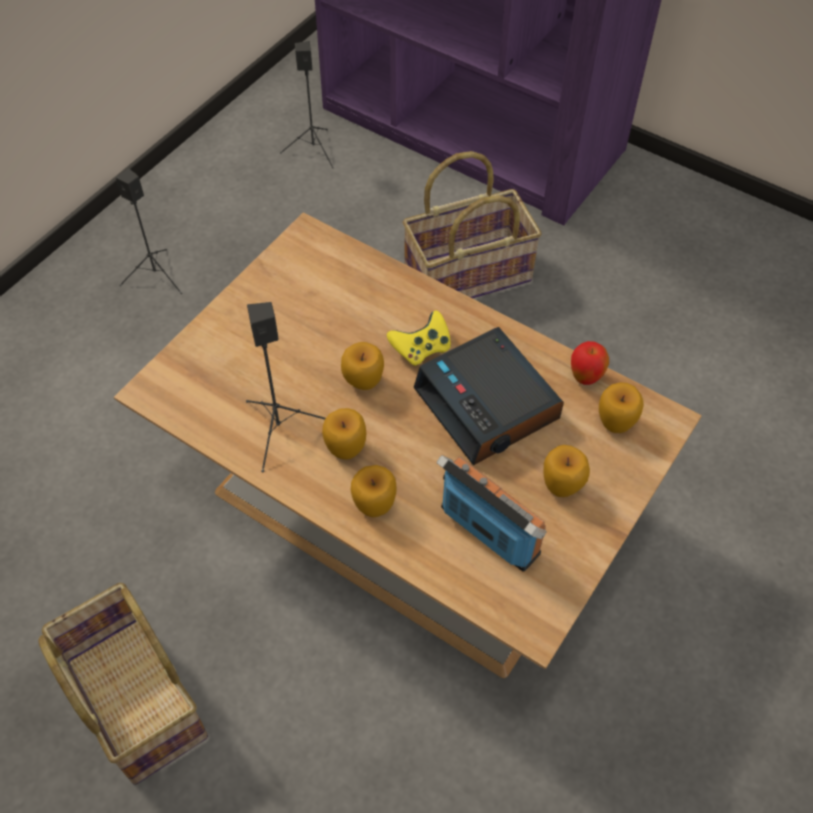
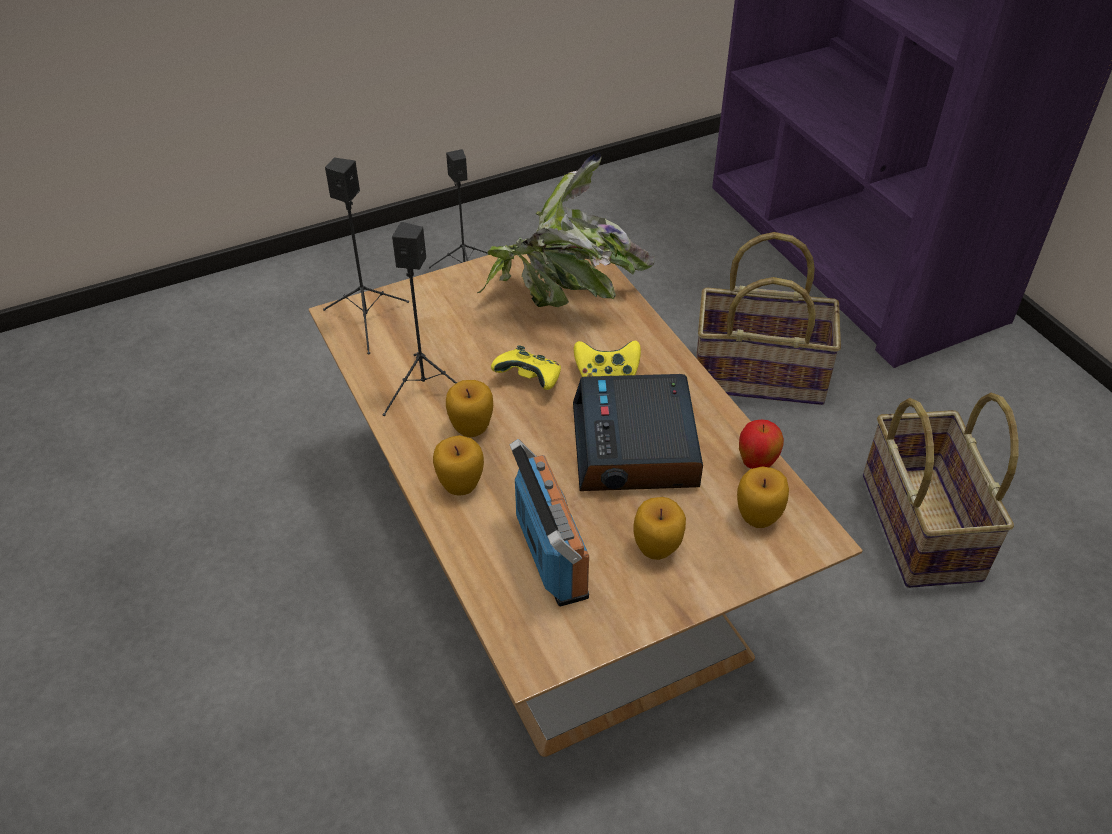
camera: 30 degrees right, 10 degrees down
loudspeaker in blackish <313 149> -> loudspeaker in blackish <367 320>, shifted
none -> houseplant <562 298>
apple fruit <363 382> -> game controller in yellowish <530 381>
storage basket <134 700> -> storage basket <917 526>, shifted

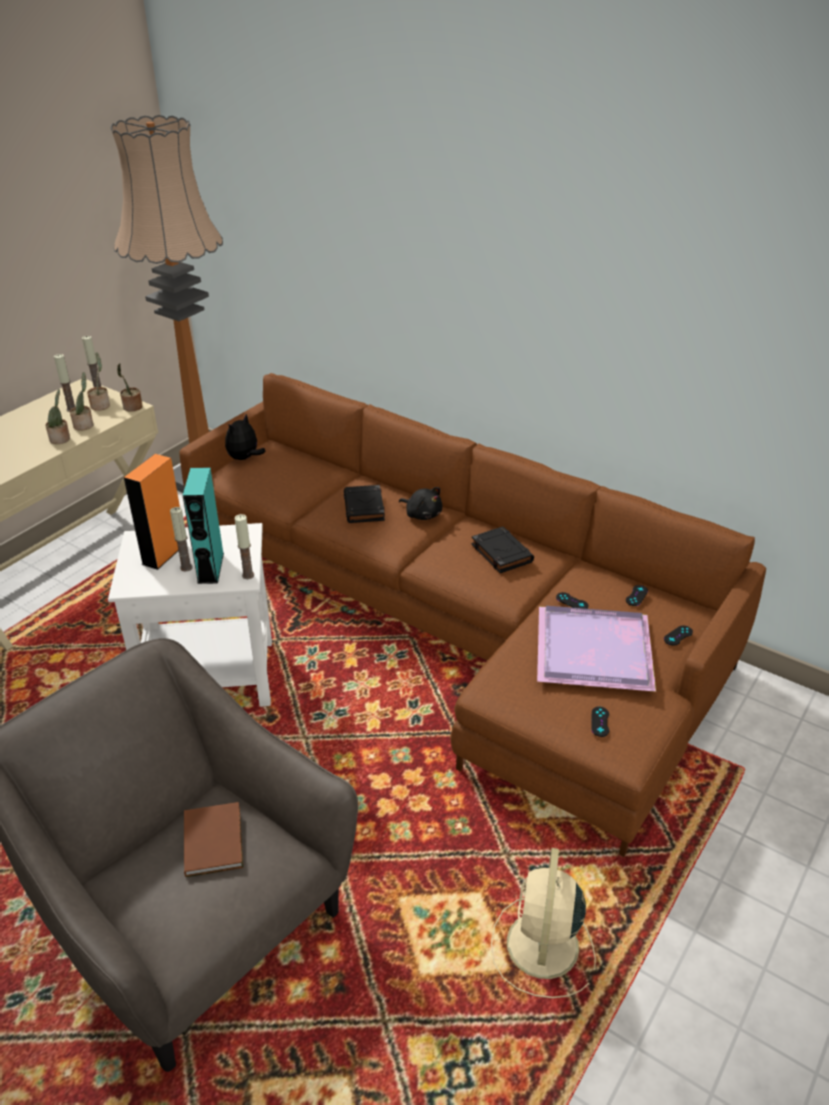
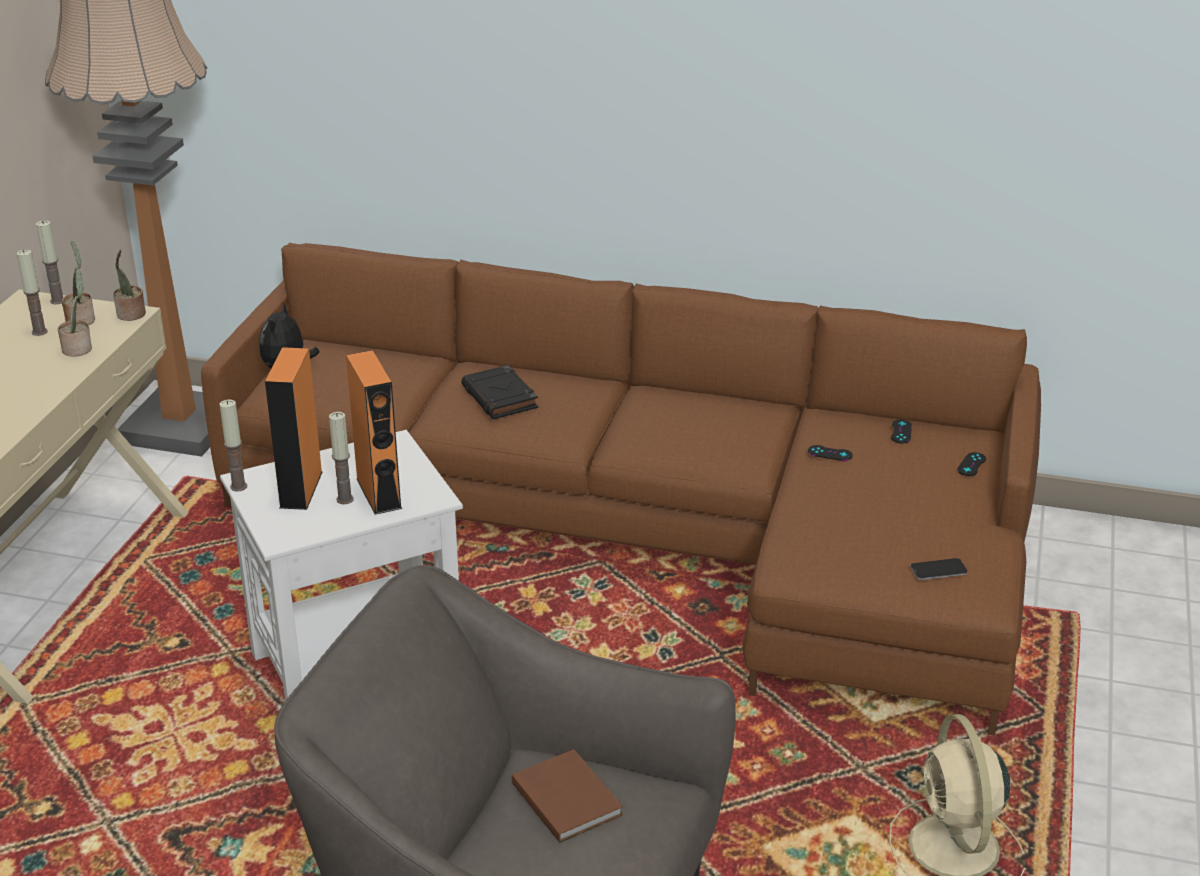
camera: 20 degrees left, 5 degrees down
wax candle <248 575> -> wax candle <238 486>, shifted
loudspeaker in turquoise <210 568> -> loudspeaker in orangey <378 493>
game controller in blackish <600 722> -> phone <938 570>
houseplant <61 439> -> none
plush toy in blackish <422 514> -> none
volume in blackish <501 553> -> none
carrying tray in purple <596 652> -> none

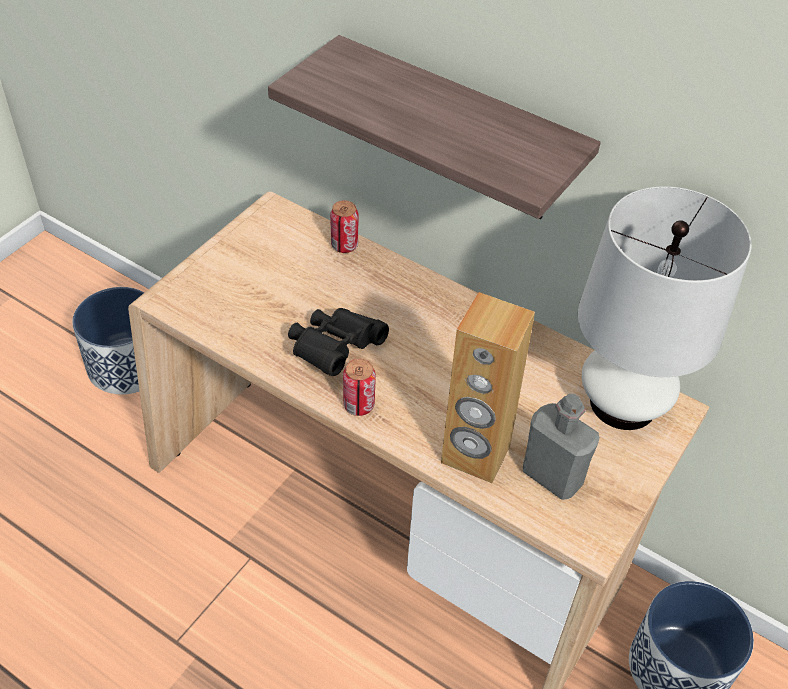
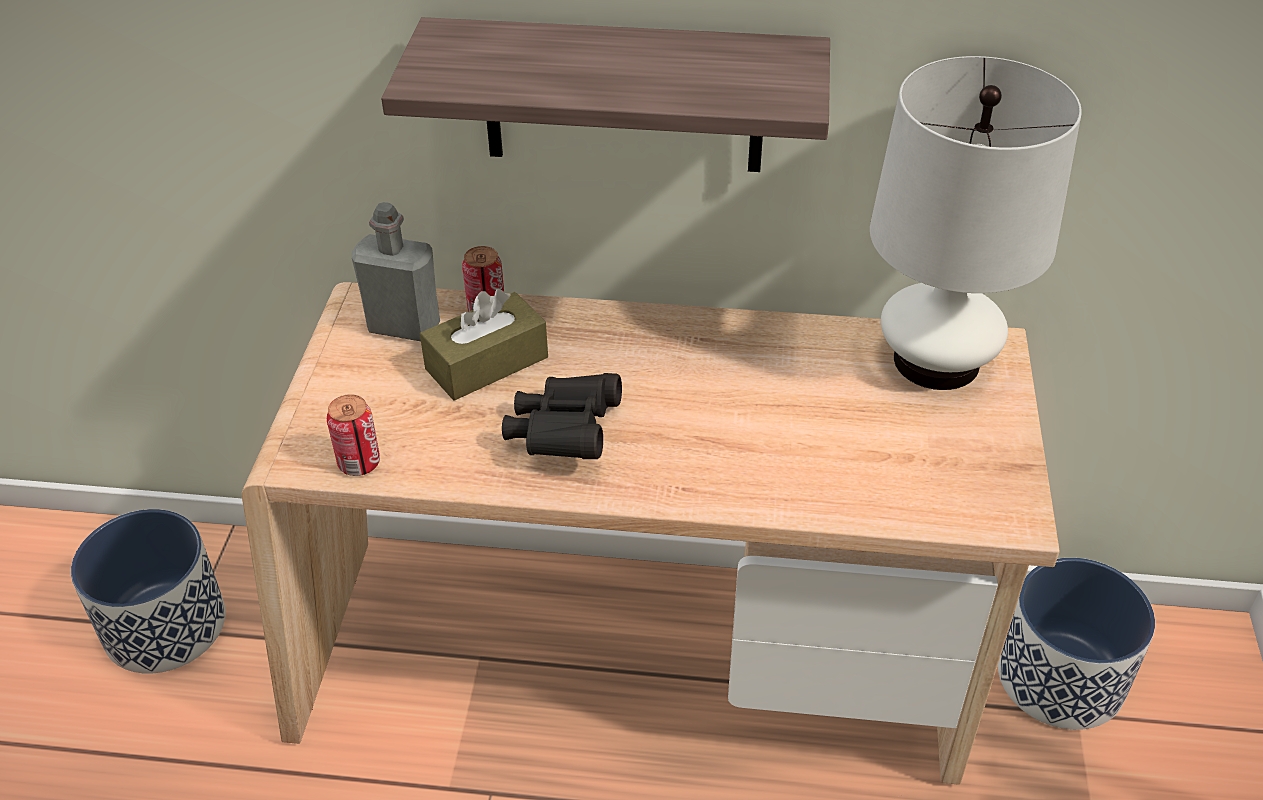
camera: 25 degrees left, 5 degrees down
metal can <359 405> -> metal can <359 463>, shifted
beverage bottle in greyish <552 476> -> beverage bottle in greyish <404 327>, shifted
none -> box of tissues in brown-coloured <487 363>
loudspeaker in brown-coloured <475 455> -> none

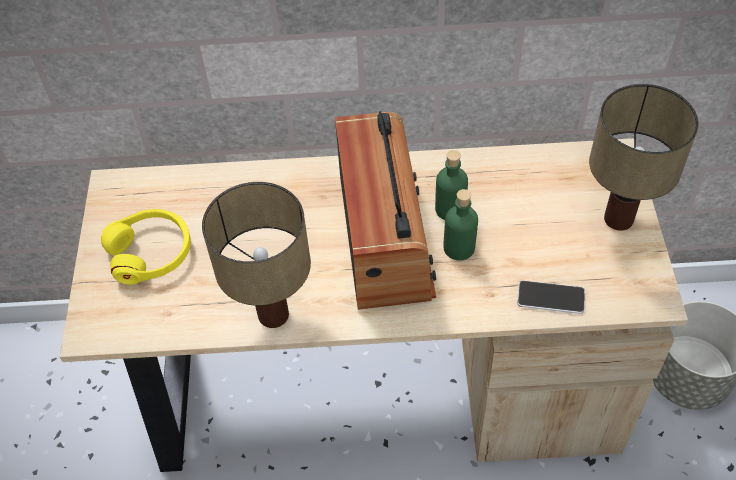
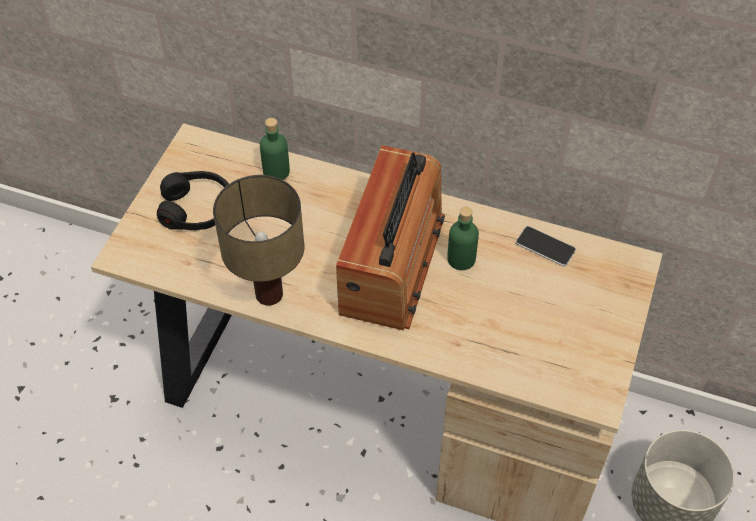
camera: 20 degrees right, 0 degrees up
headset in yellowish <151 253> -> headset in blackish <197 208>
beverage bottle in green-coloured <459 248> -> beverage bottle in green-coloured <276 171>, shifted
phone <550 298> -> phone <545 247>, shifted
table lamp <620 219> -> none

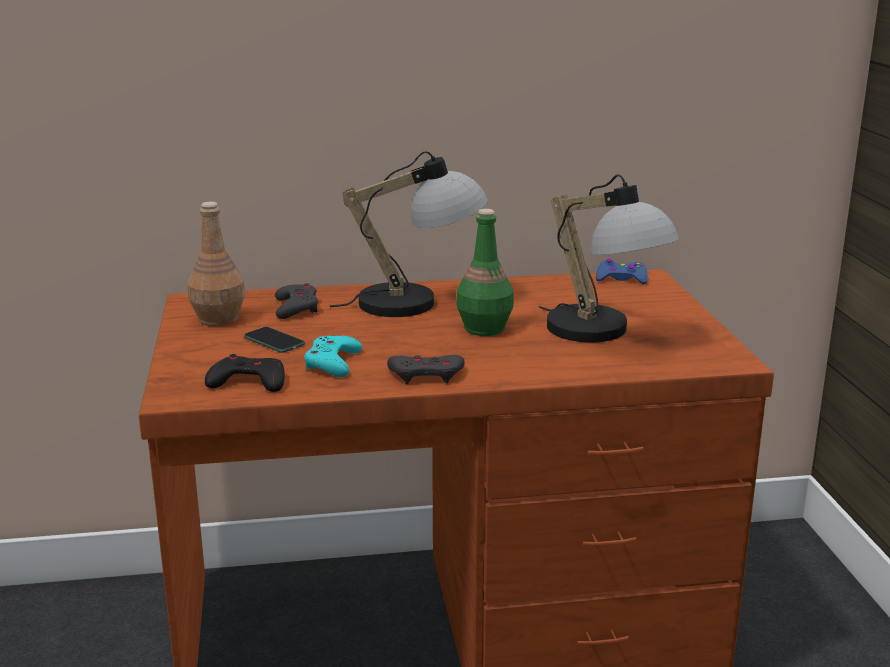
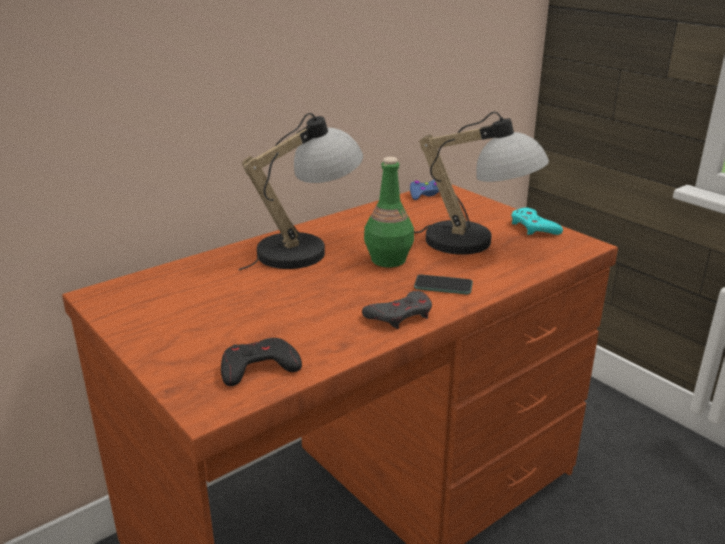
camera: 30 degrees left, 5 degrees up
phone <274 341> -> phone <443 286>, shifted
game controller in turquoise <332 363> -> game controller in turquoise <533 227>, shifted
beverage bottle in brown-coloured <218 319> -> none
game controller in greyish <296 307> -> none

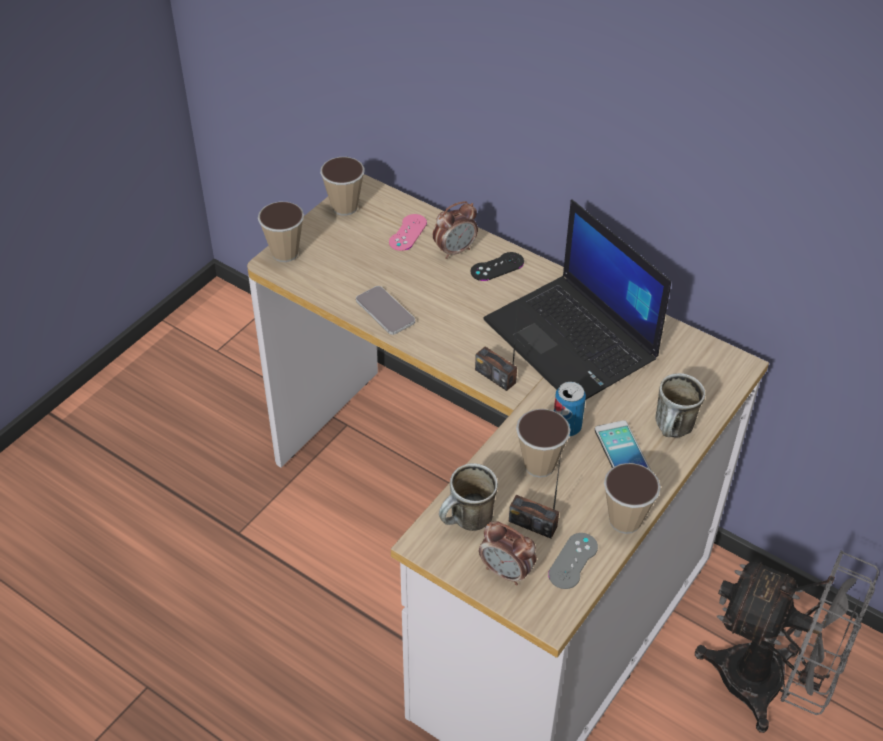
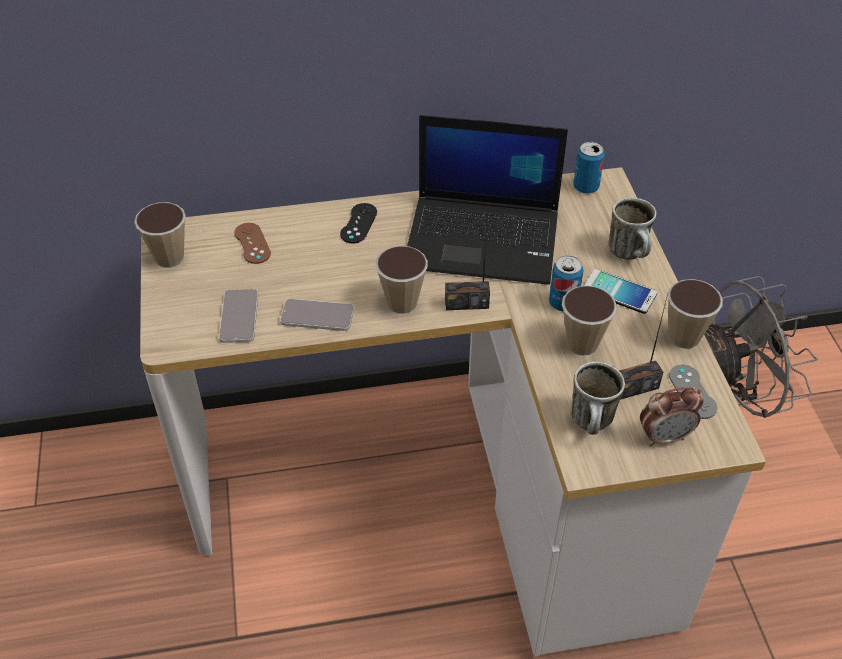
camera: 45 degrees left, 0 degrees up
none -> phone <239 316>
game controller in pinkish <408 232> -> game controller in brown-coloured <252 243>
small cup <285 253> -> small cup <402 303>, shifted
none -> metal can <585 187>
table clock <455 250> -> none

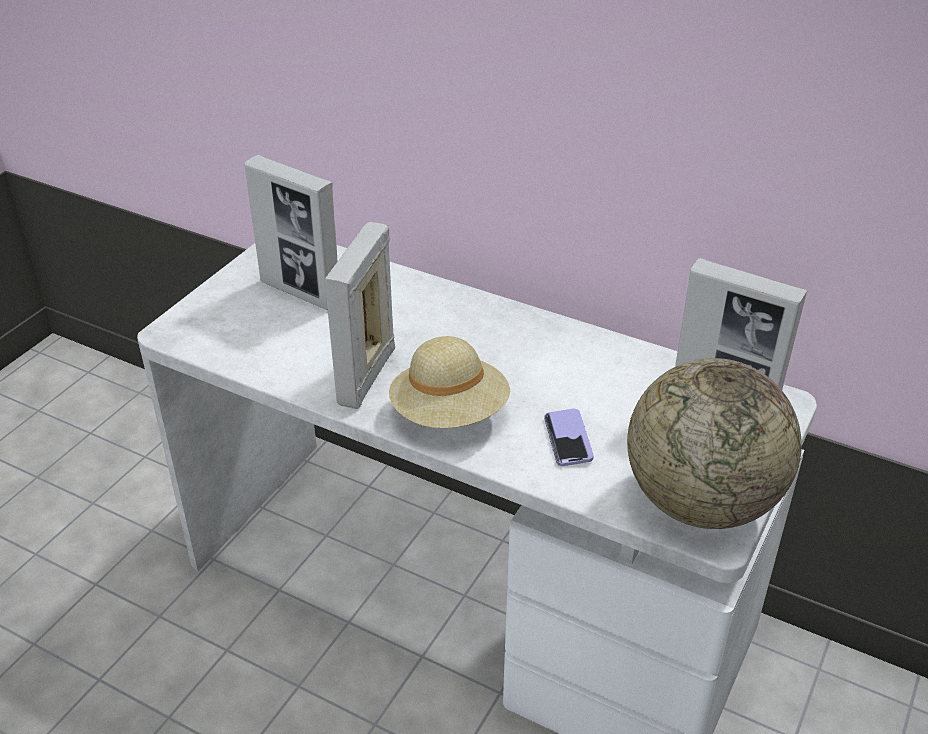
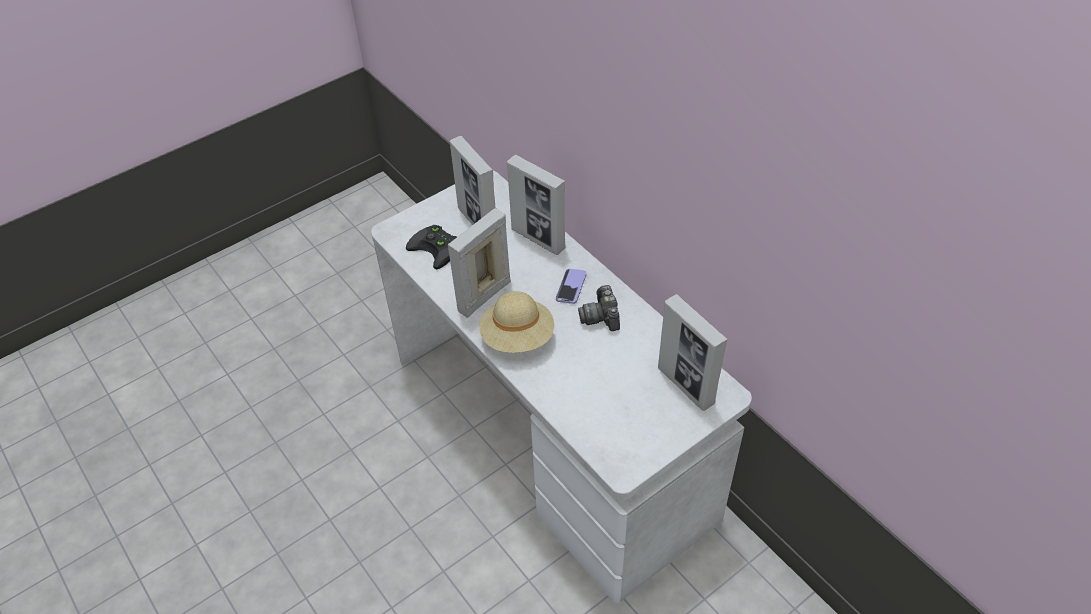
camera: 25 degrees right, 10 degrees up
none -> game controller in blackish <438 248>
none -> photo frame <538 239>
phone <568 439> -> phone <571 287>, shifted
none -> still camera <601 317>
desk globe <701 502> -> none

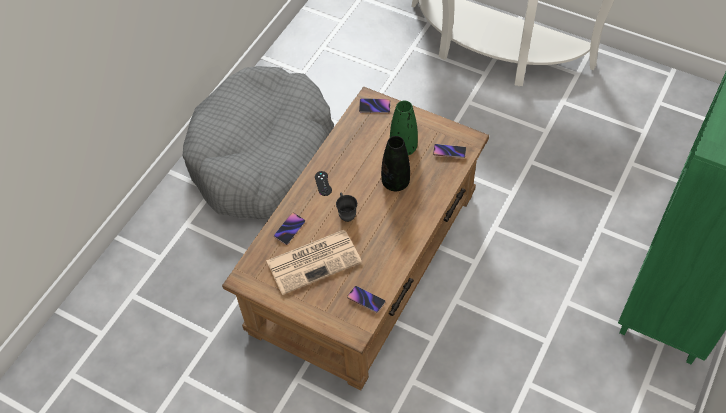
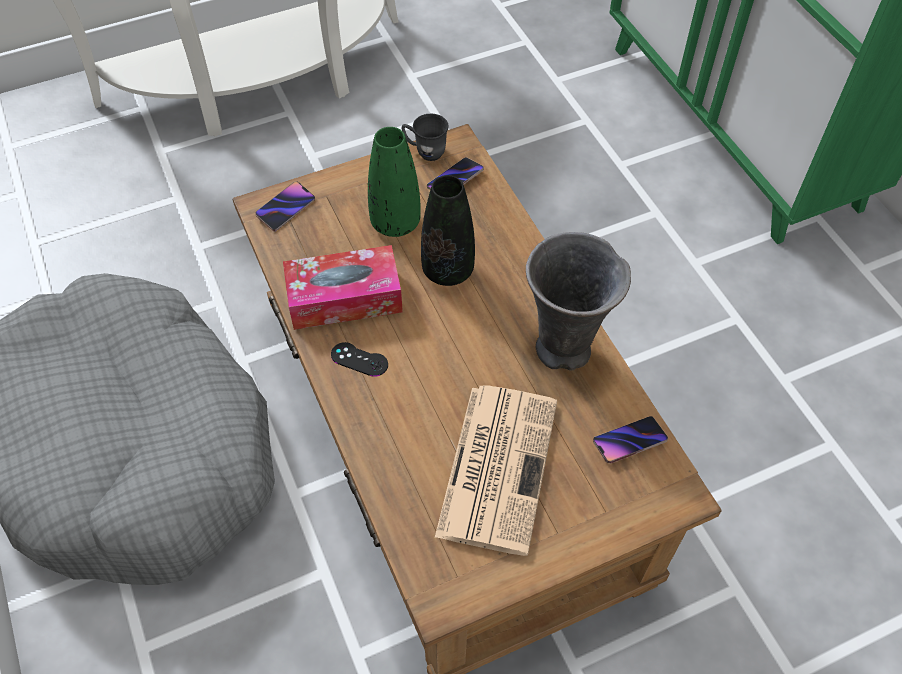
camera: 55 degrees left, 0 degrees up
none -> box of tissues <344 298>
coffee mug in greyish <346 213> -> coffee mug in greyish <425 151>, shifted
none -> vase in greyish <565 351>
phone <289 229> -> none

